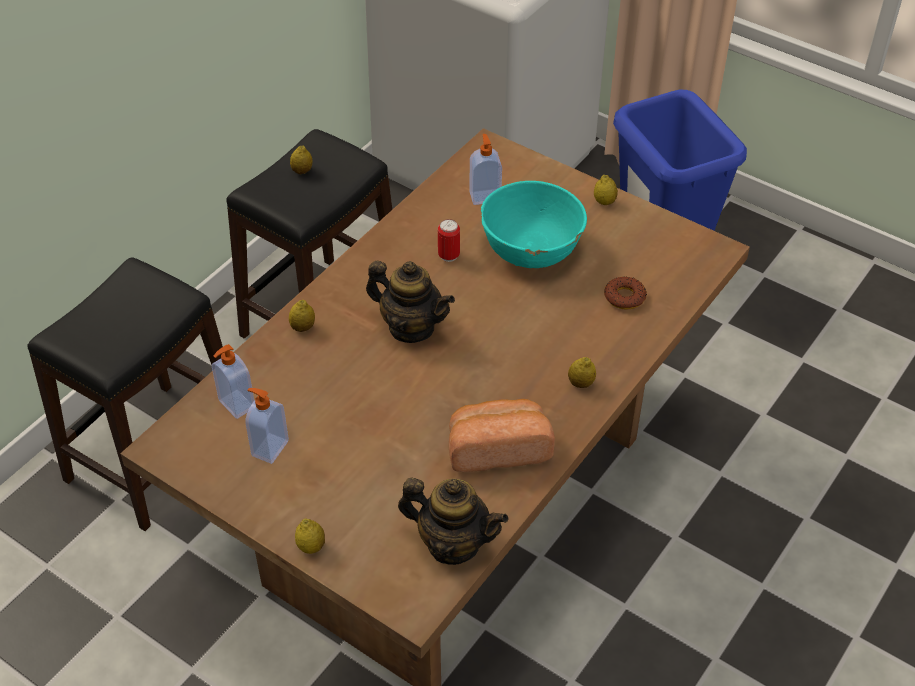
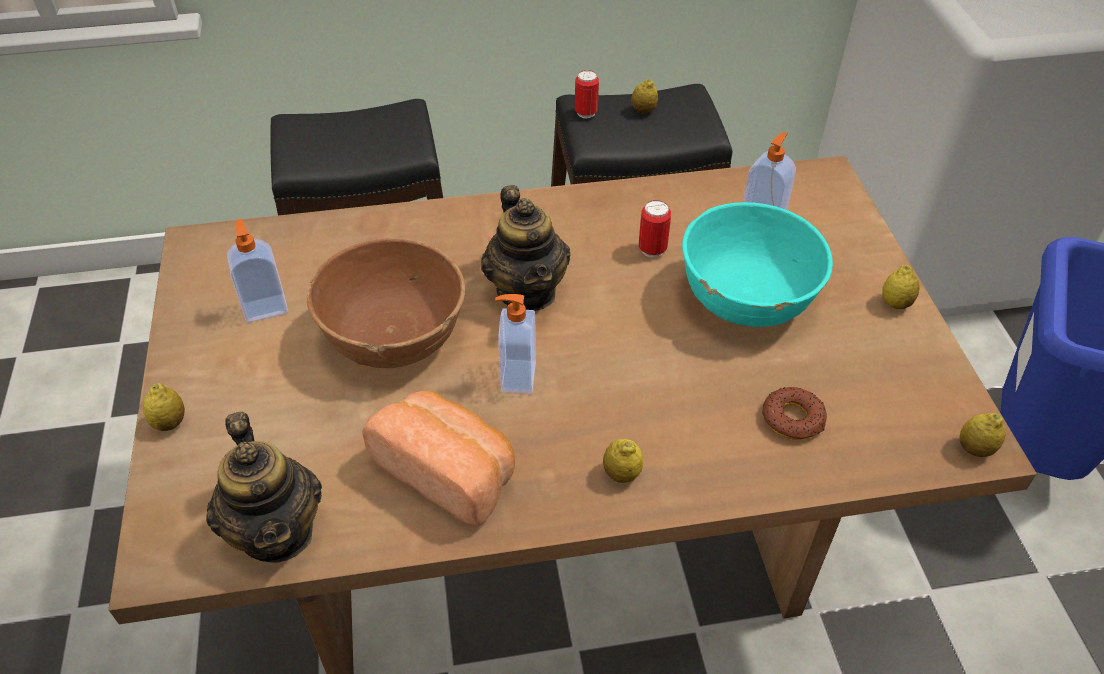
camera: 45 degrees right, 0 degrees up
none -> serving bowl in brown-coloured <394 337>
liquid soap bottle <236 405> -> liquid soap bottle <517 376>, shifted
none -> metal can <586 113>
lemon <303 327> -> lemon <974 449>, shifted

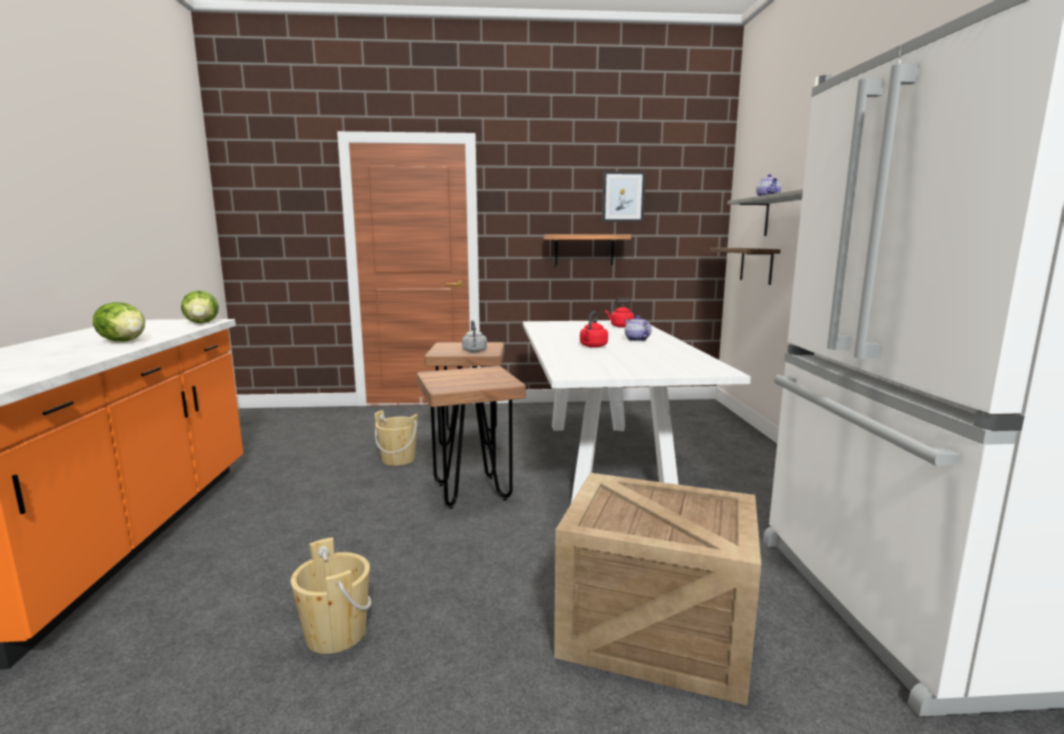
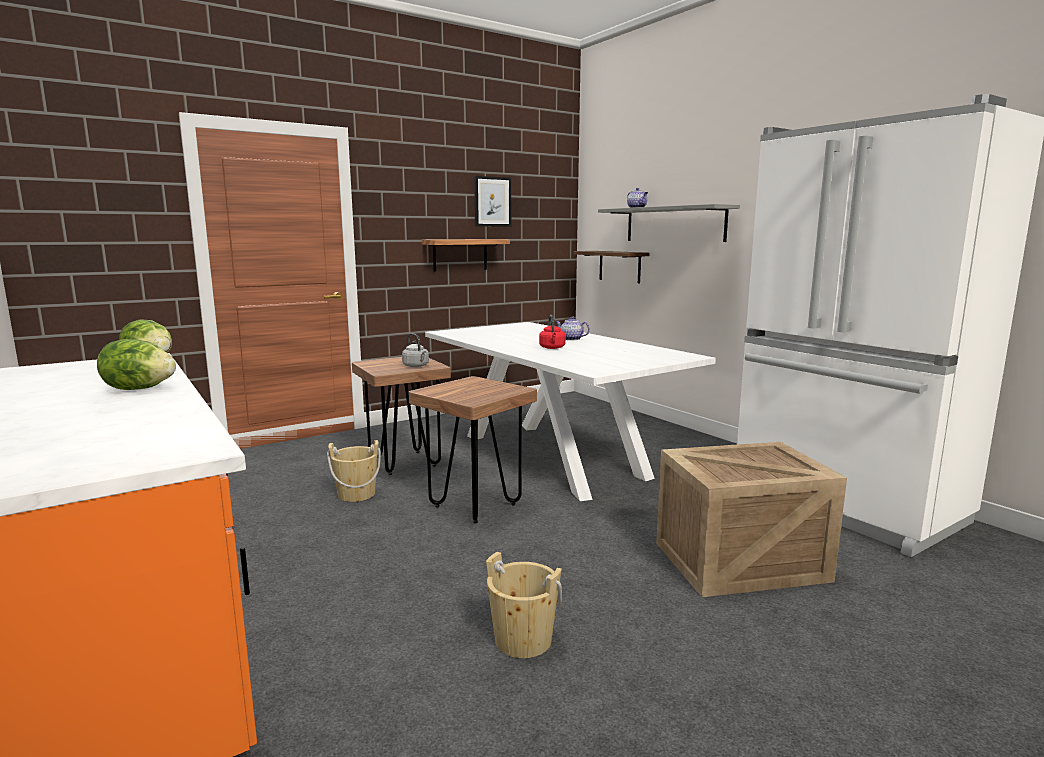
camera: 30 degrees left, 0 degrees up
tea kettle in reddish <620 326> -> none

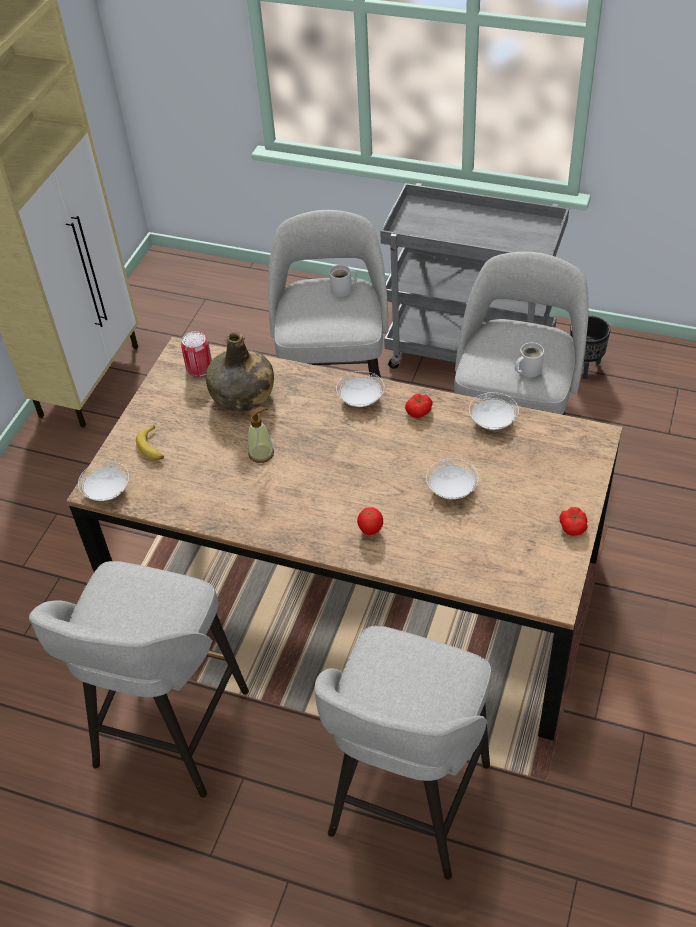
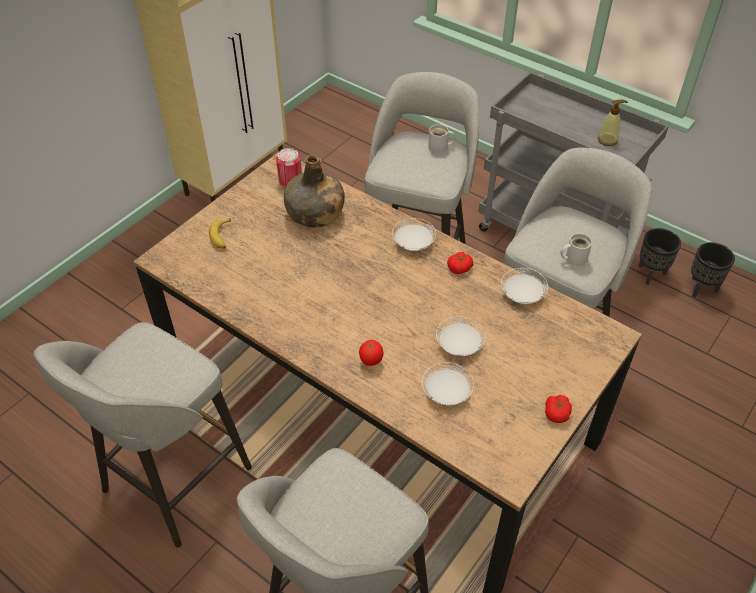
camera: 15 degrees right, 0 degrees up
dinner plate in white <107 491> -> dinner plate in white <447 393>, shifted
liquid soap bottle <261 453> -> liquid soap bottle <607 140>, shifted
none -> flower pot in blackish <701 289>

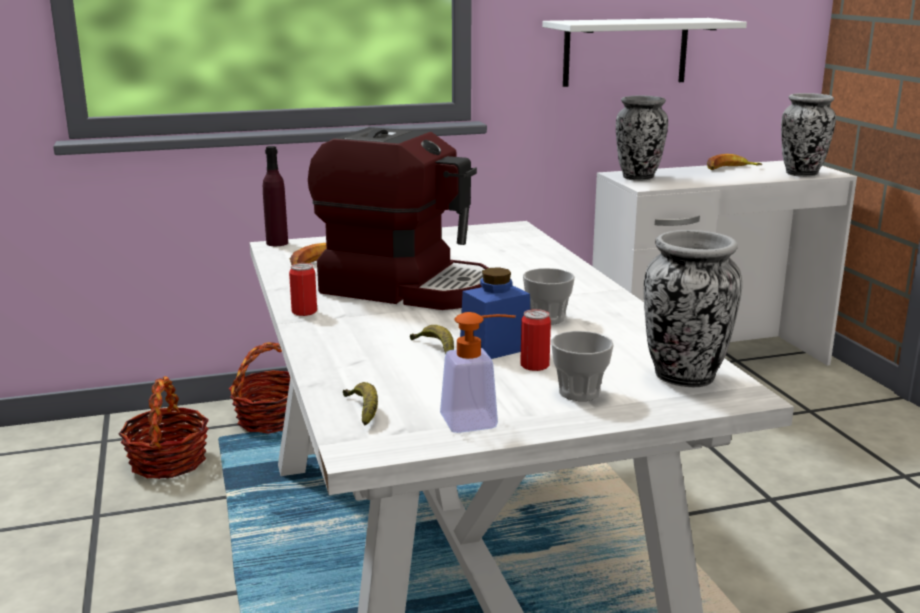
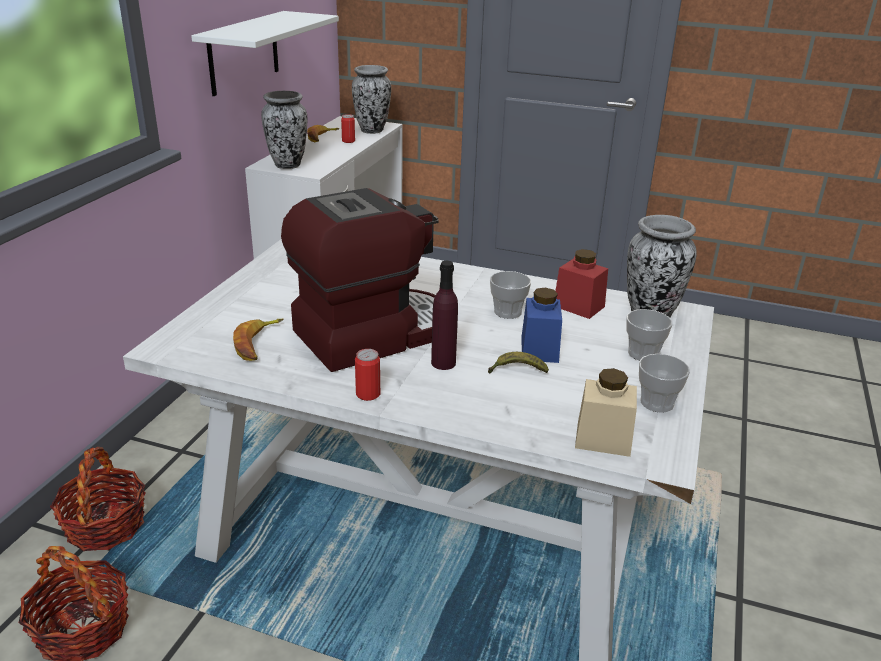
camera: 55 degrees left, 10 degrees up
metal can <534 365> -> metal can <348 141>, shifted
beverage bottle in purple <277 243> -> beverage bottle in purple <443 363>, shifted
none -> preserve jar in reddish <578 306>
banana <363 411> -> preserve jar in beige-coloured <603 439>
liquid soap bottle <479 420> -> small cup <657 403>

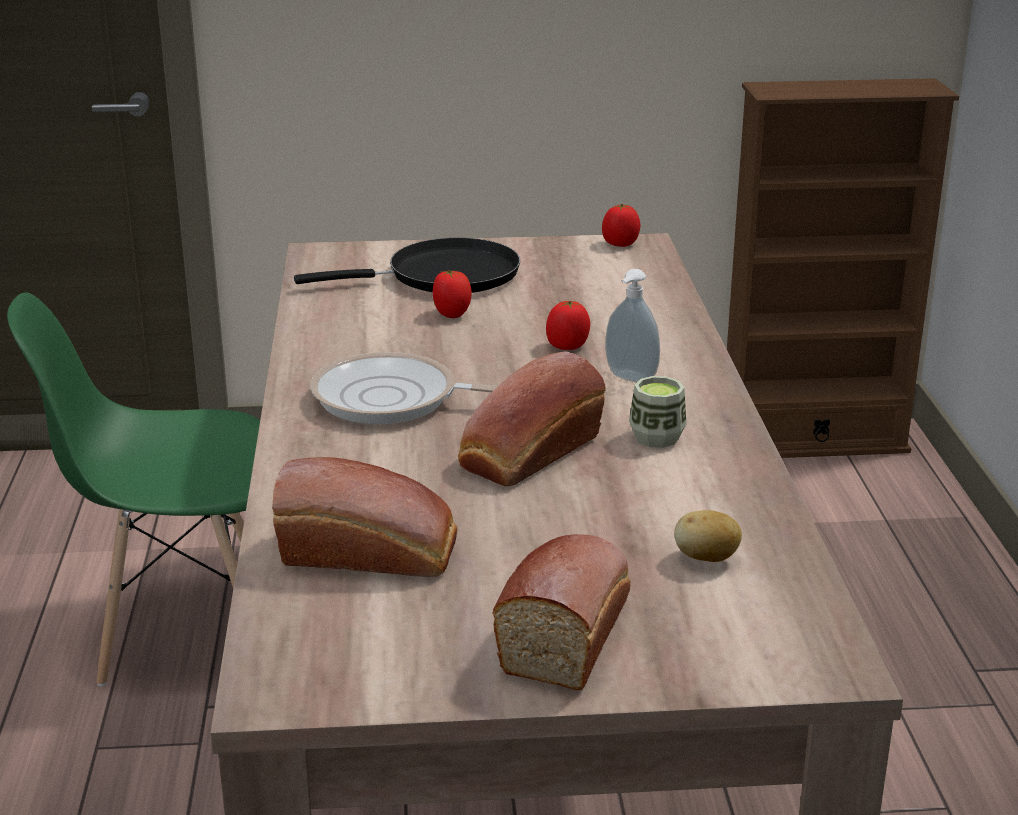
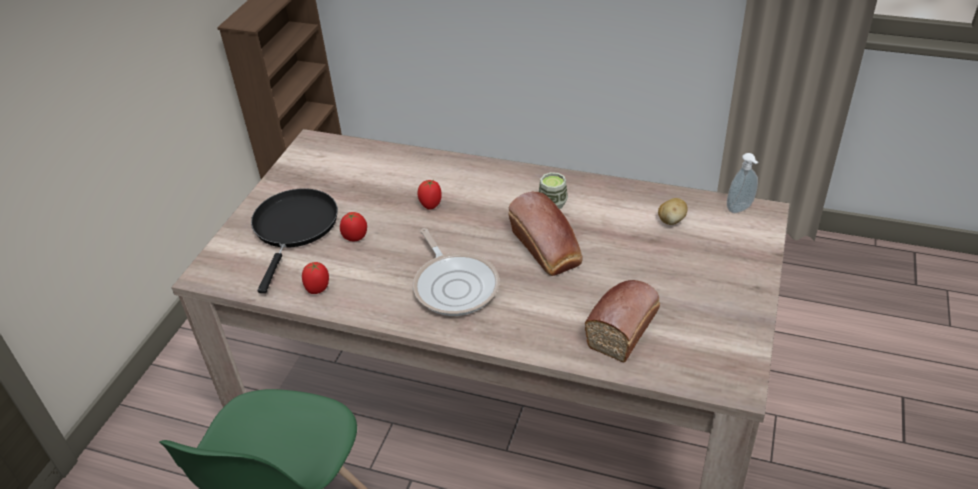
camera: 65 degrees left, 15 degrees up
fresh tomato <620 244> -> fresh tomato <318 288>, shifted
frying pan <392 400> -> frying pan <455 285>, 60 degrees counterclockwise
liquid soap bottle <629 379> -> liquid soap bottle <740 209>, shifted
baked bread <568 632> -> none

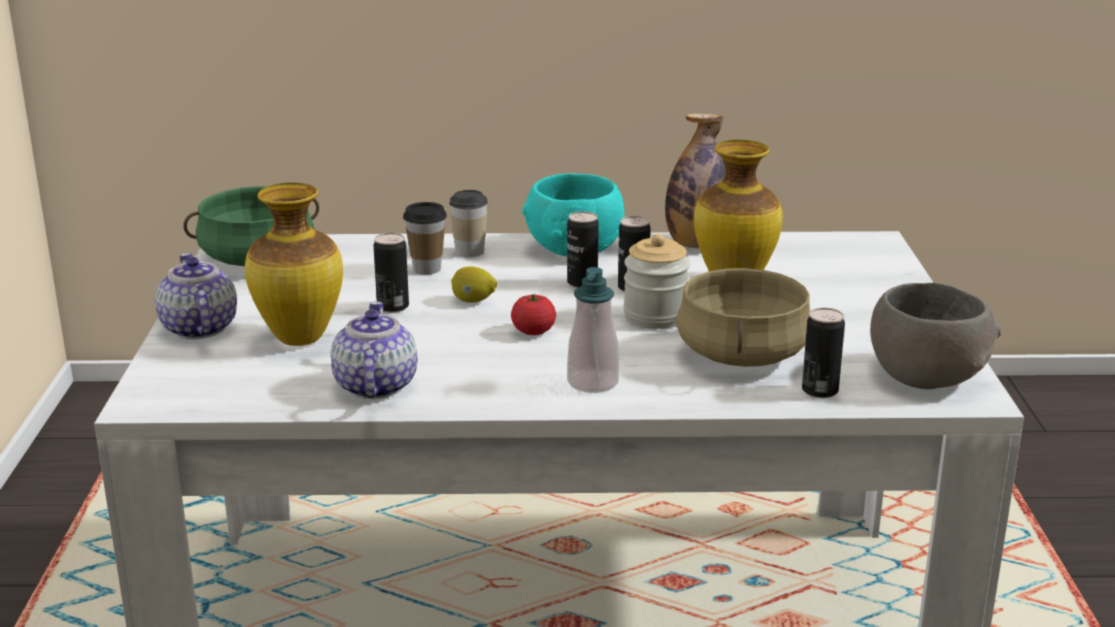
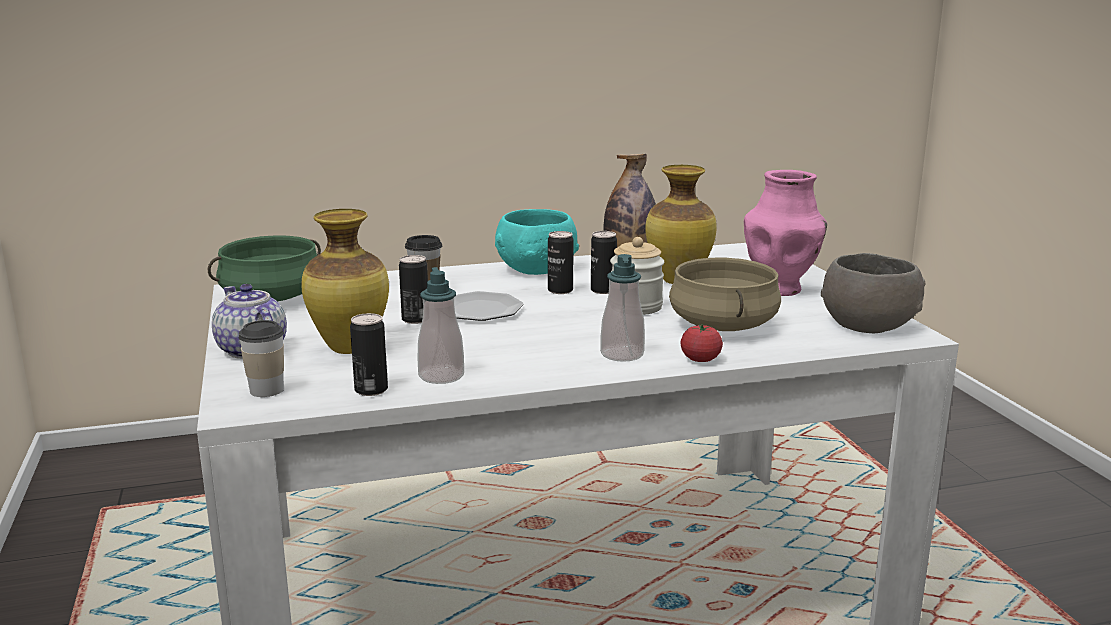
camera: 15 degrees left, 5 degrees down
small cup <469 252> -> small cup <267 390>, shifted
metal can <820 391> -> metal can <371 390>, shifted
pot for tea <374 387> -> liquid soap bottle <441 376>
lemon <473 301> -> dinner plate <481 310>
fresh tomato <533 331> -> fresh tomato <700 359>, shifted
none -> vase in pinkish <780 289>

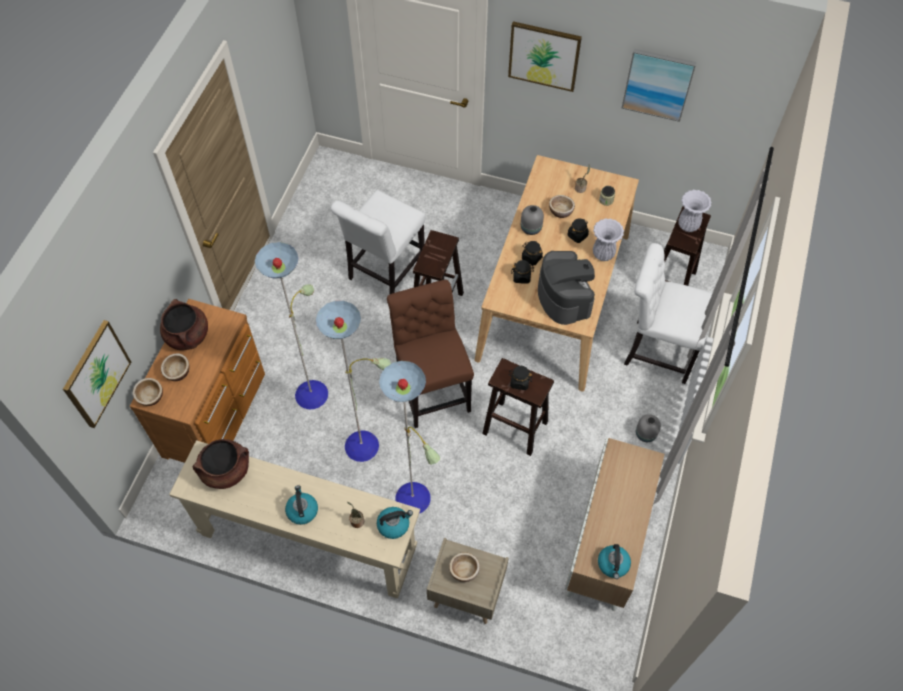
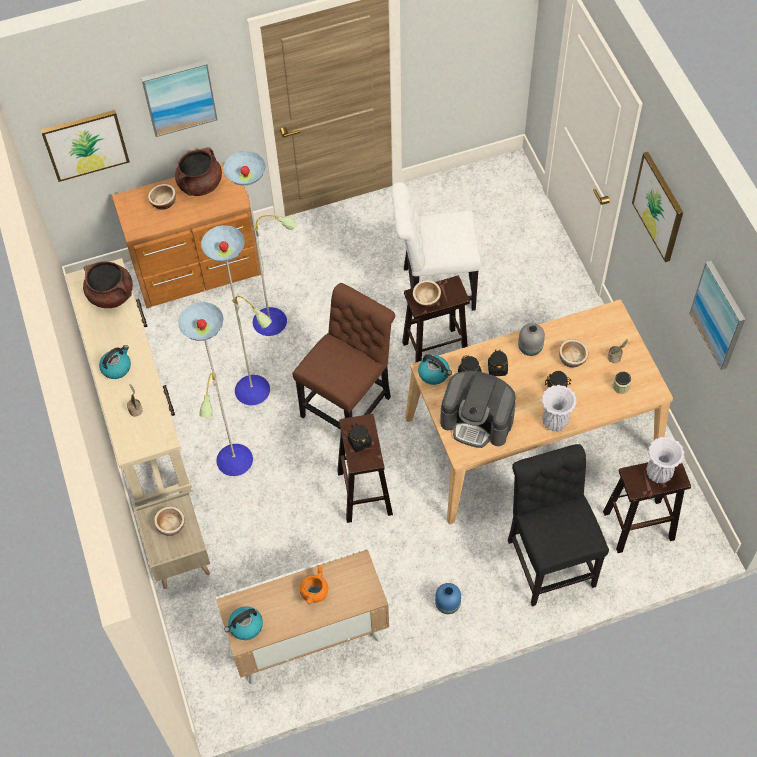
camera: 55 degrees right, 0 degrees up
none -> wall art <179 97>
none -> stockpot in orangey <314 592>
serving bowl <150 396> -> serving bowl <426 299>, shifted
tea kettle <394 525> -> tea kettle <434 374>, shifted
vase in greyish <646 434> -> vase in blue <447 604>
coffee maker <564 297> -> coffee maker <477 420>, 75 degrees clockwise
upright chair in white <656 350> -> upright chair in blackish <549 558>

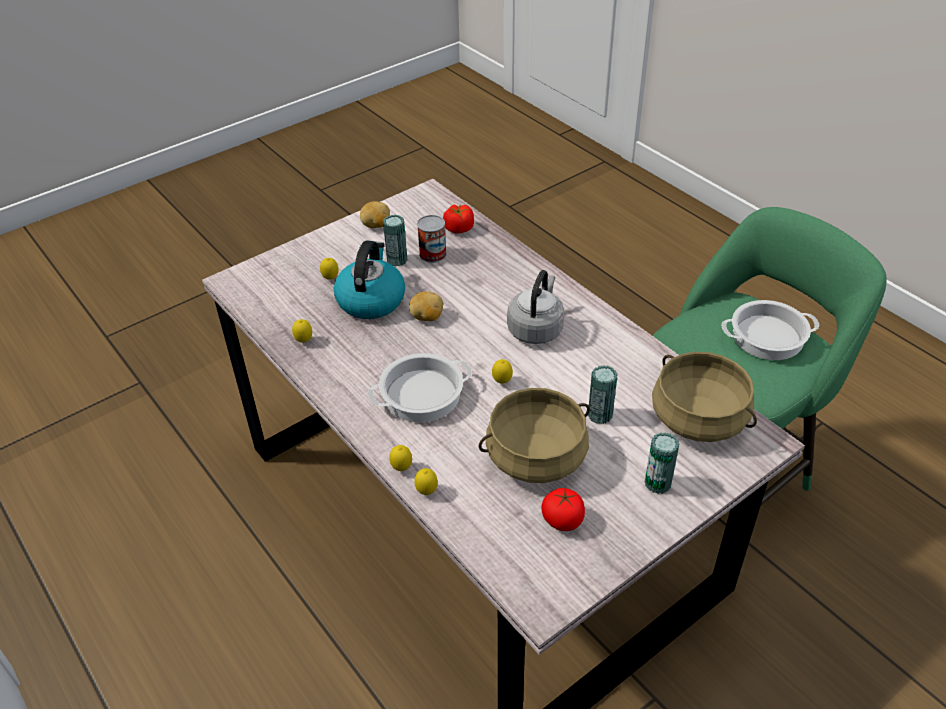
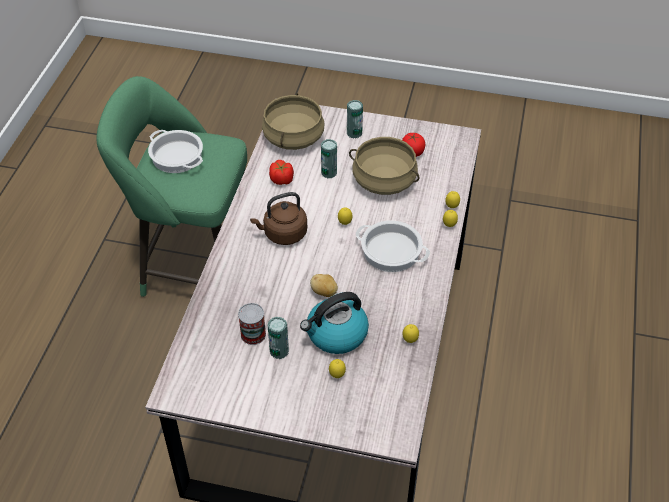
camera: 130 degrees left, 5 degrees up
tea kettle in greyish <536 328> -> tea kettle in brown-coloured <283 234>
fresh tomato <458 228> -> fresh tomato <282 180>, shifted
spud <376 225> -> none

